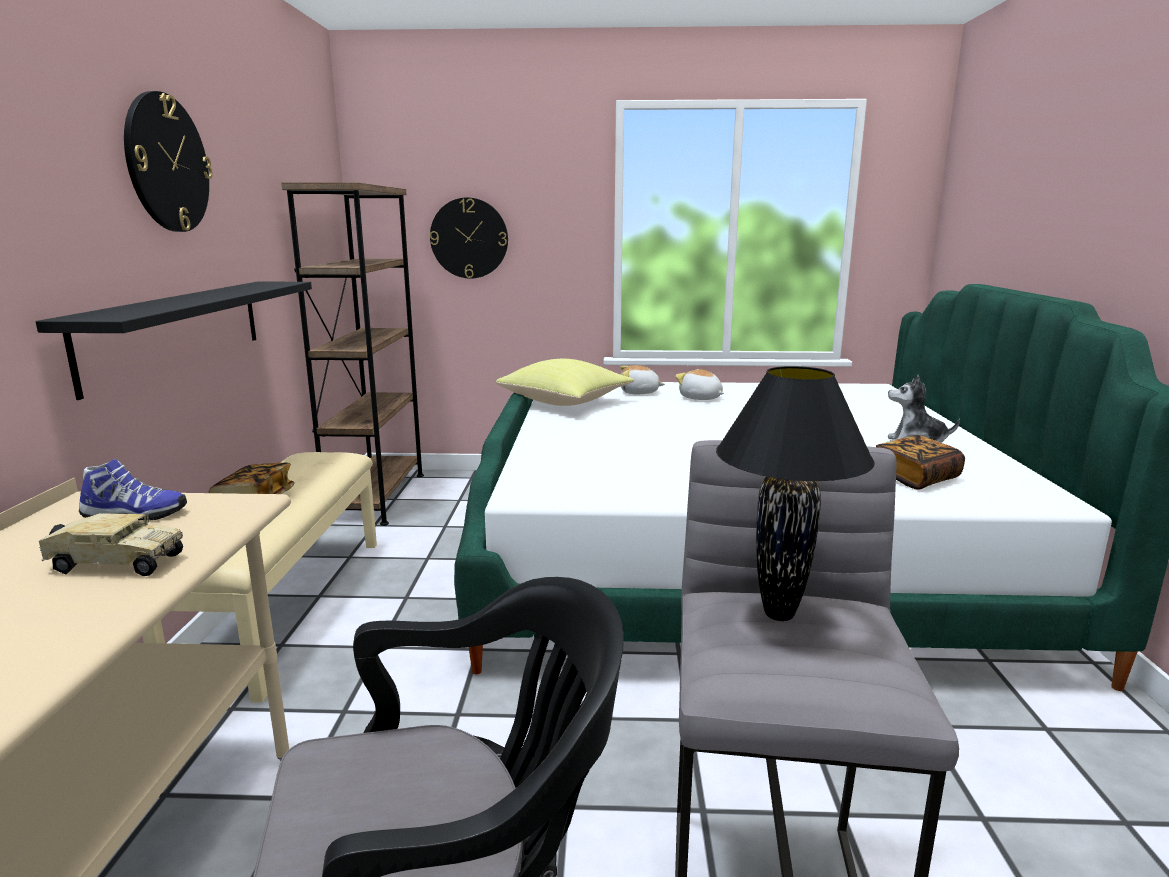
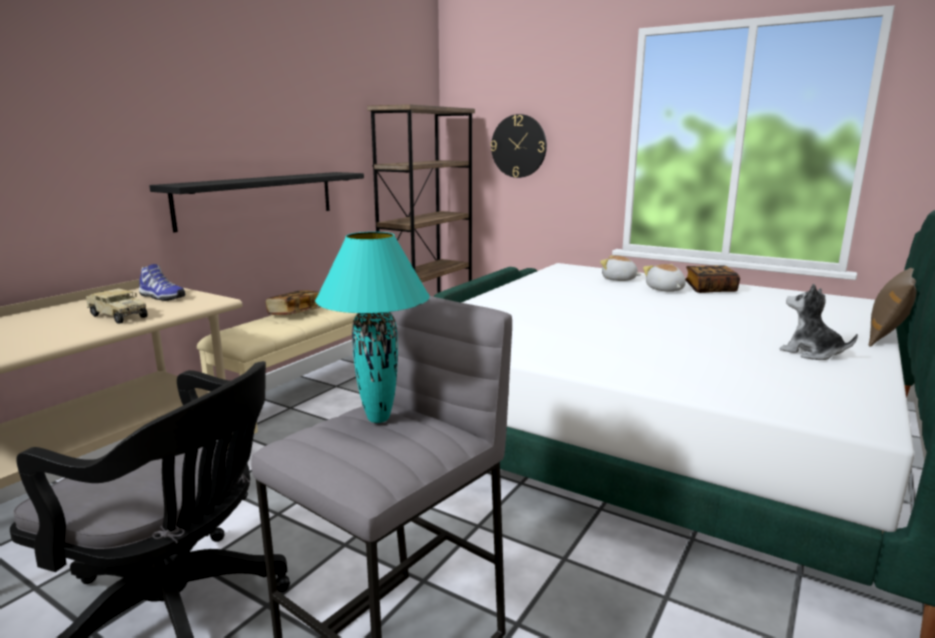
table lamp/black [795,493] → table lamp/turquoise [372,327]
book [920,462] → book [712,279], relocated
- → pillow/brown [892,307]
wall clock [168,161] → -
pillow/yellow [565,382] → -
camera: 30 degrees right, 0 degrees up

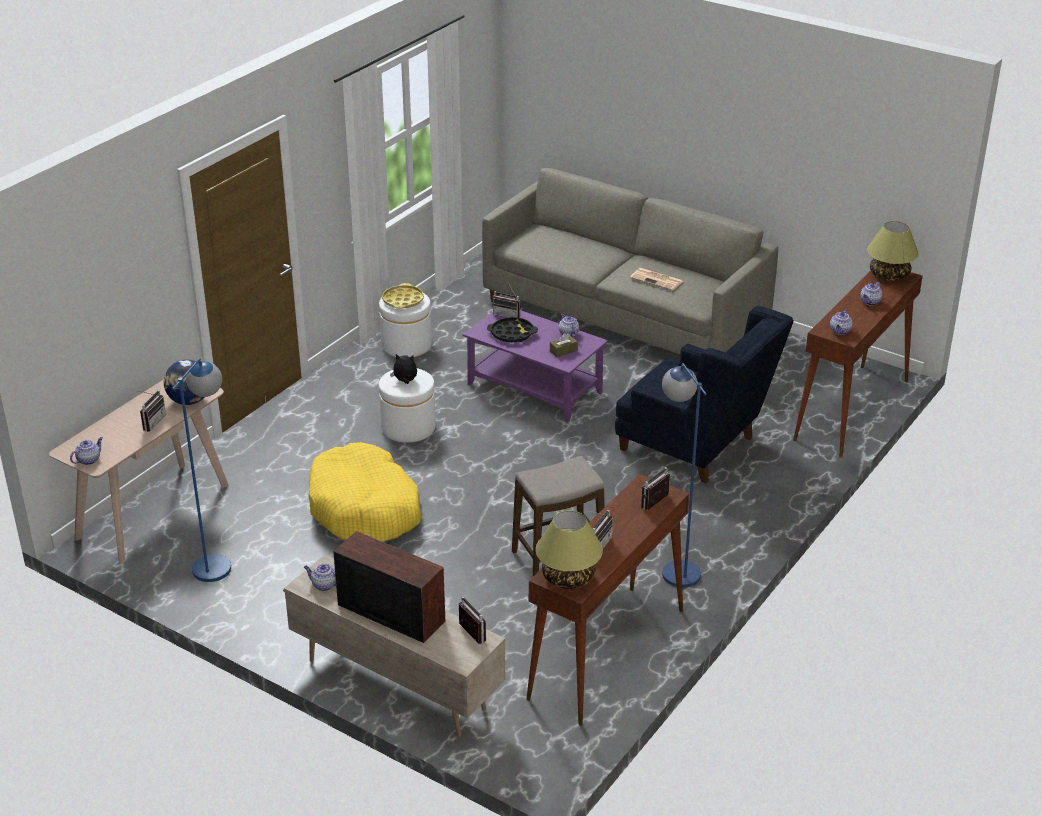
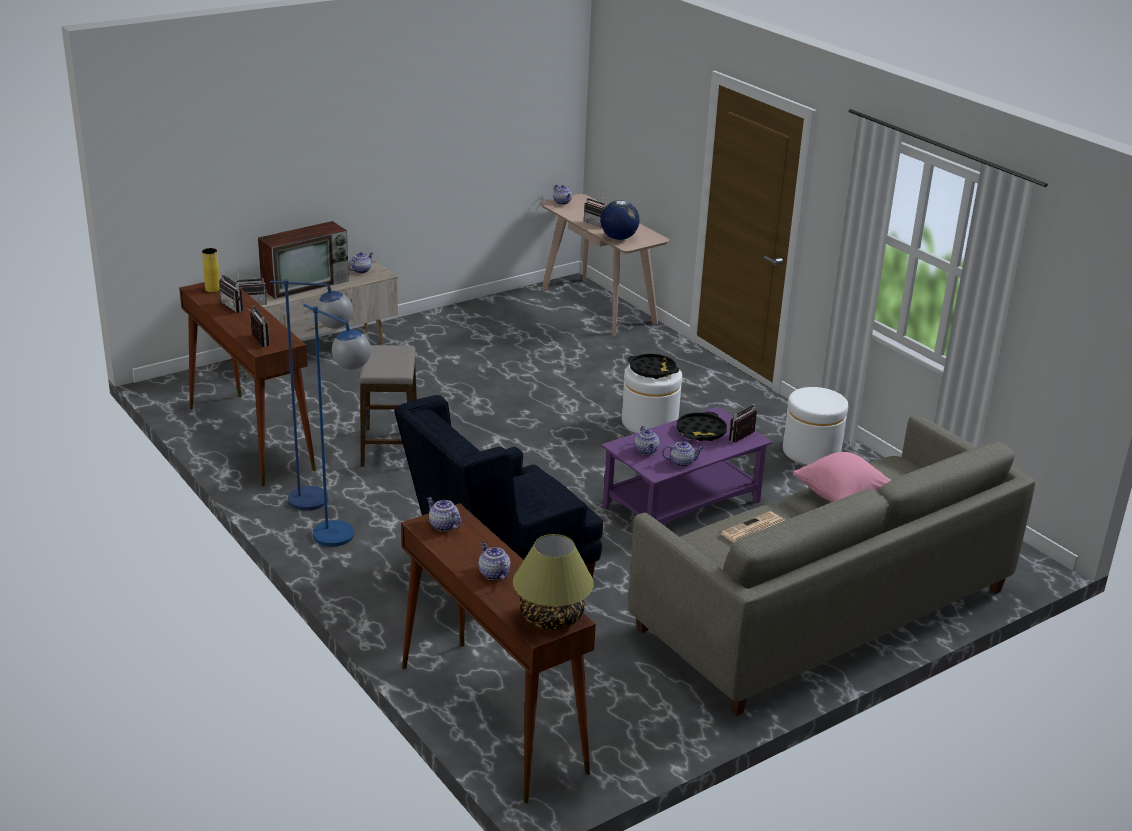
table lamp [569,550] → vase/yellow [211,270]
floor lamp/blue [201,470] → floor lamp/blue [337,425], relocated
plush toy [403,369] → tray/black [653,366]
tissue box/brown [564,345] → teapot [646,440]
- → pillow/pink [842,477]
dog bed/yellow [365,492] → -
tray/yellow [403,295] → -
camera: 110 degrees right, 5 degrees down

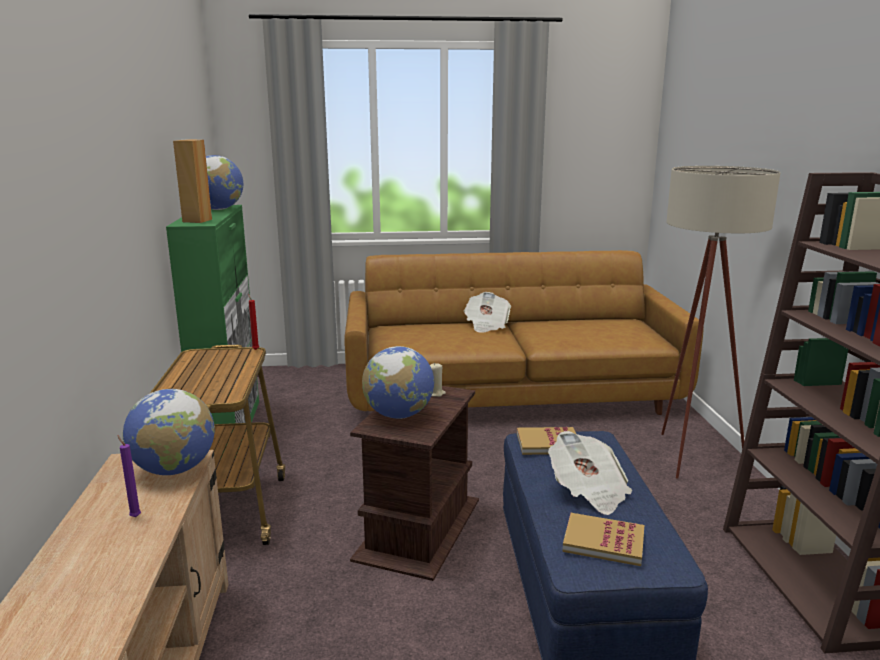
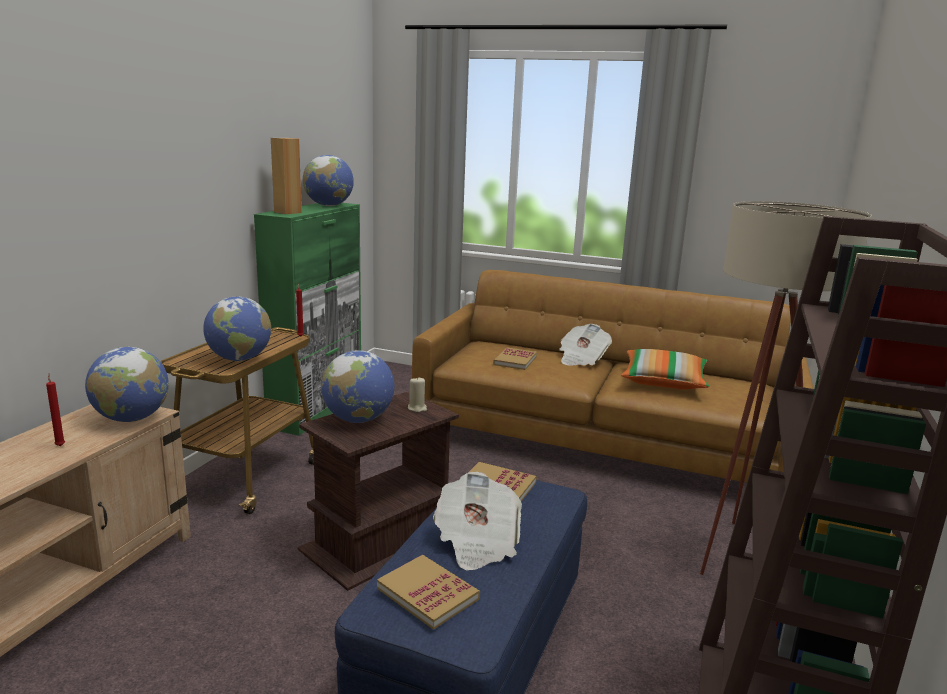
candle/purple [129,476] → candle/red [55,409]
- → globe [237,328]
- → book [515,359]
- → pillow [665,369]
camera: 25 degrees right, 0 degrees up

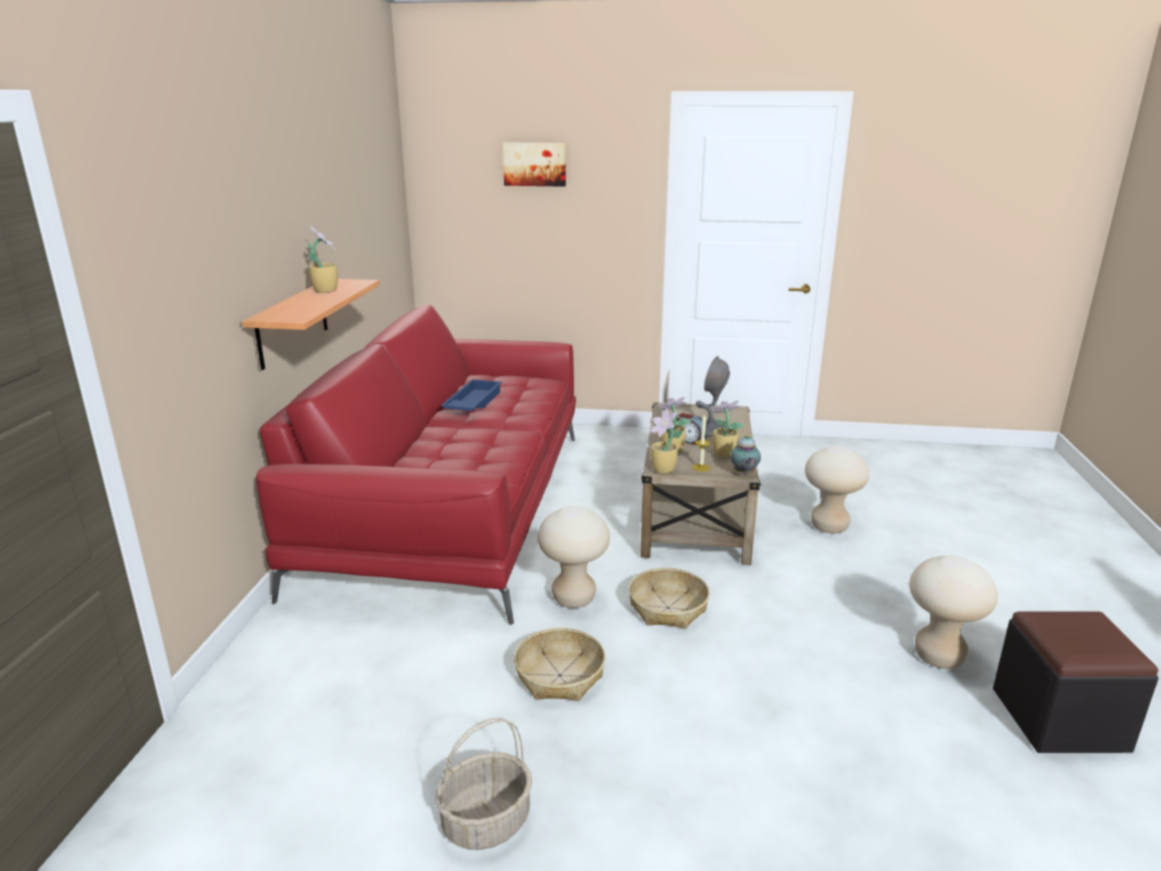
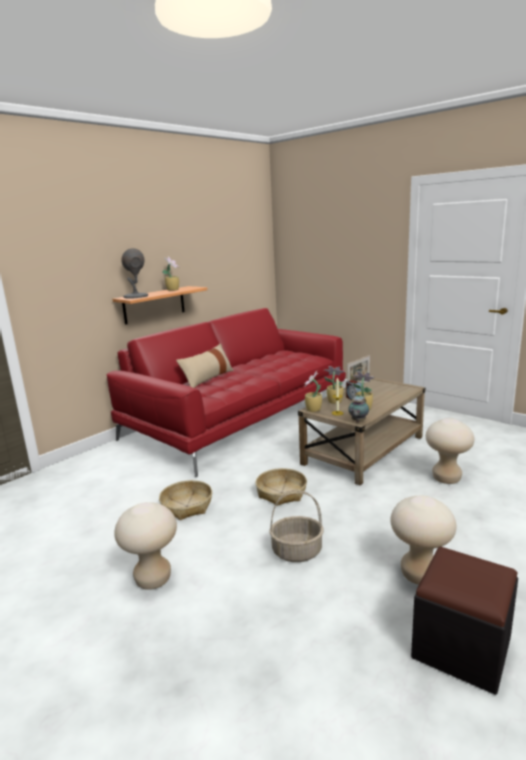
stool/beige [574,557] → stool/beige [145,546], relocated
table lamp/grey [713,396] → table lamp/grey [134,273], relocated
- → pillow/beige [205,366]
basket [484,784] → basket [296,526], relocated
tray/blue [471,395] → -
picture [534,164] → -
camera: 35 degrees right, 5 degrees down

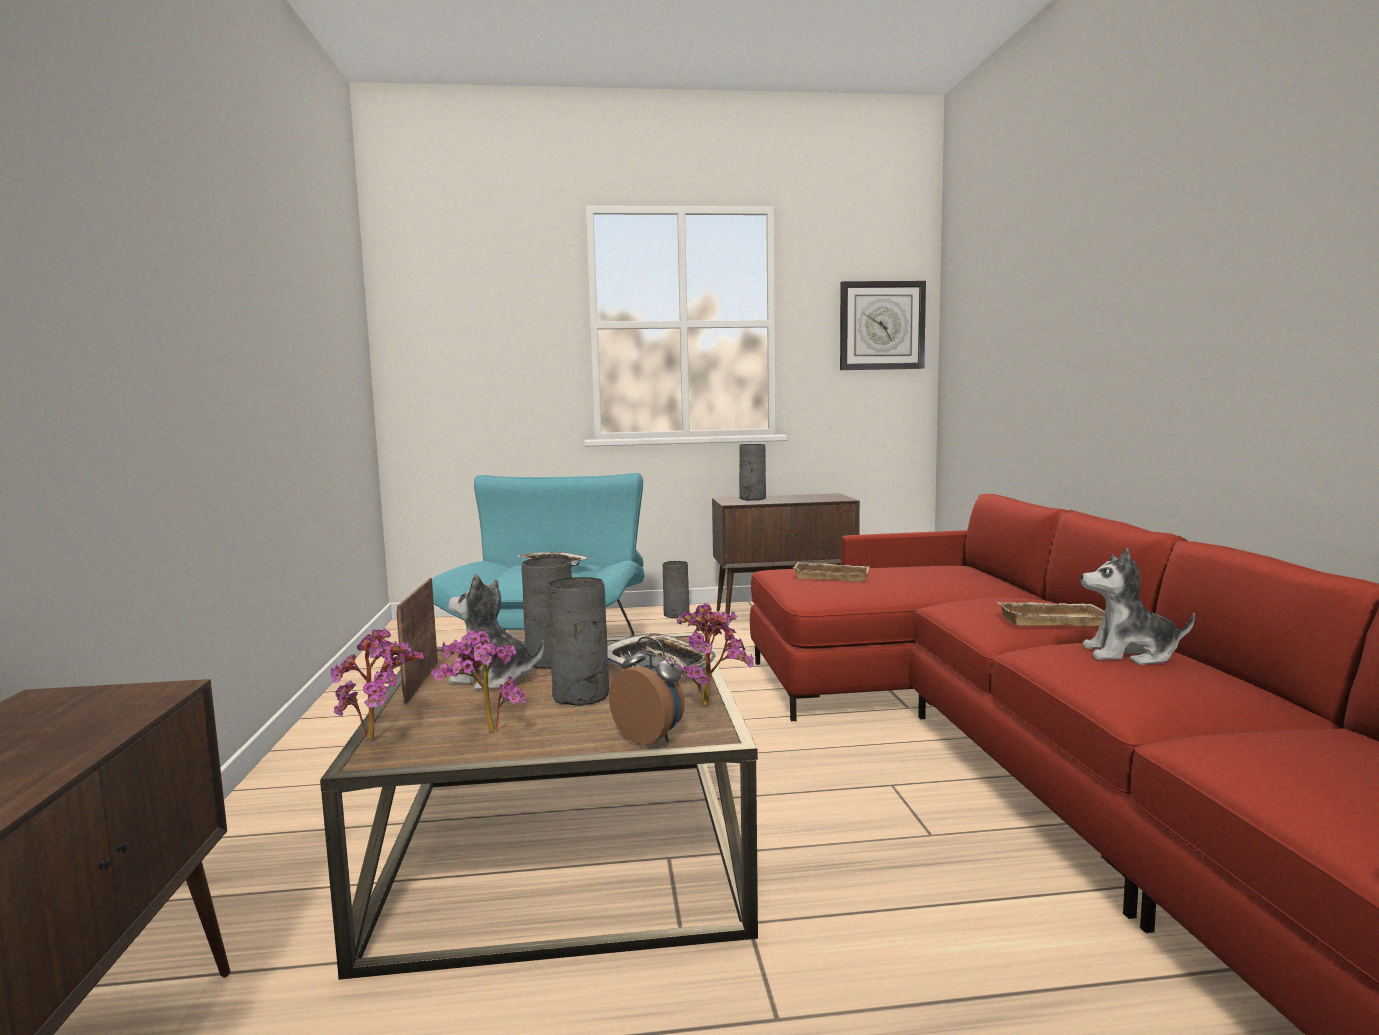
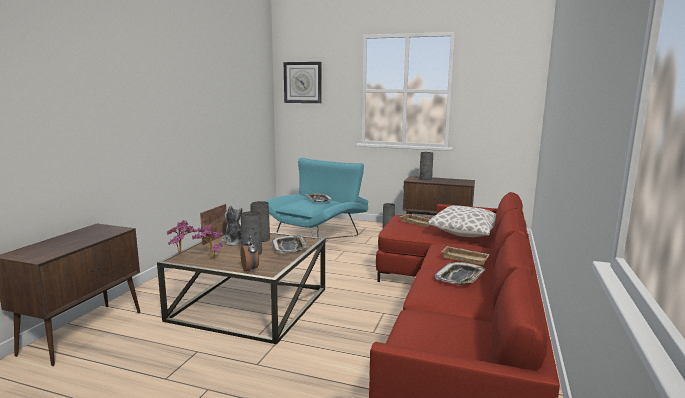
wall clock [883,325] → wall clock [303,82], relocated
- → pillow [462,221]
plush toy [1138,606] → tray [460,273]
potted plant [711,654] → -
camera: 25 degrees right, 5 degrees up

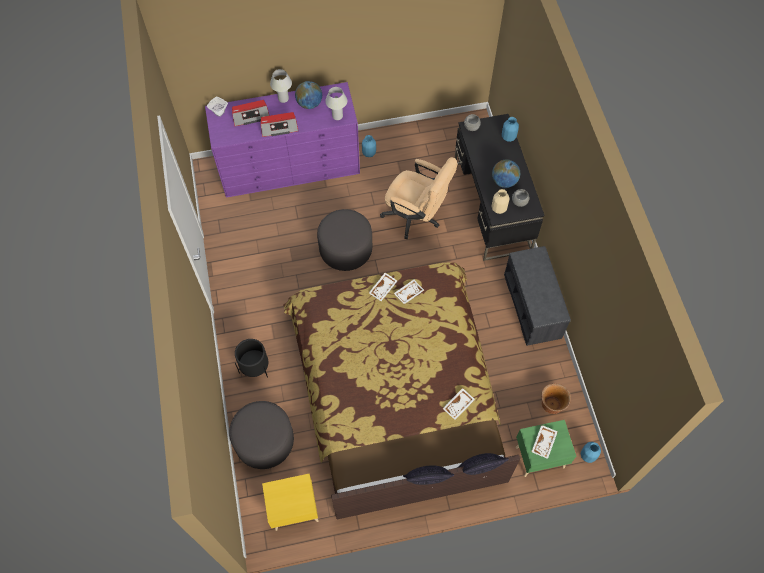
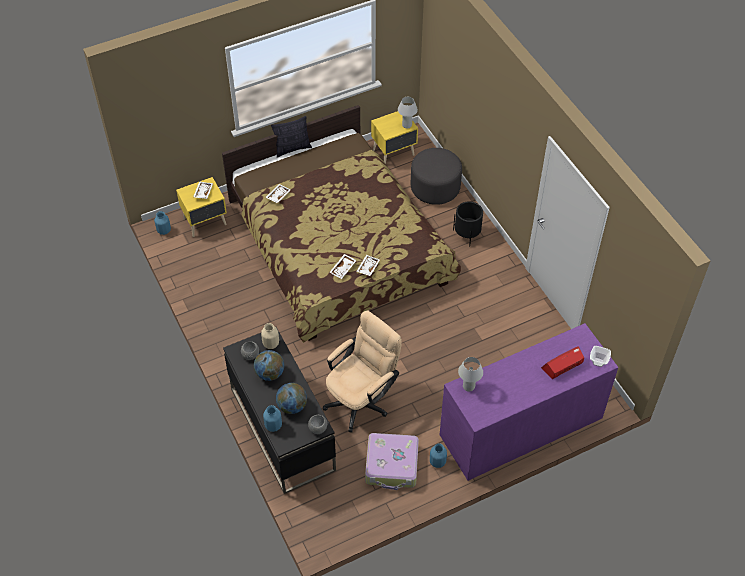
nightstand/green [546,448] → nightstand/yellow [201,207]
globe [308,95] → globe [291,398], relocated
office chair/beige [418,198] → office chair/beige [362,371], 120 degrees clockwise
- → suitcase [392,461]
table lamp/white [281,86] → table lamp/white [408,113], relocated
radio [280,124] → -
ottoman/grey [344,240] → -
pillow [483,464] → -
bench/grey [537,296] → -
planter/brown [556,398] → -
camera: 165 degrees right, 10 degrees down

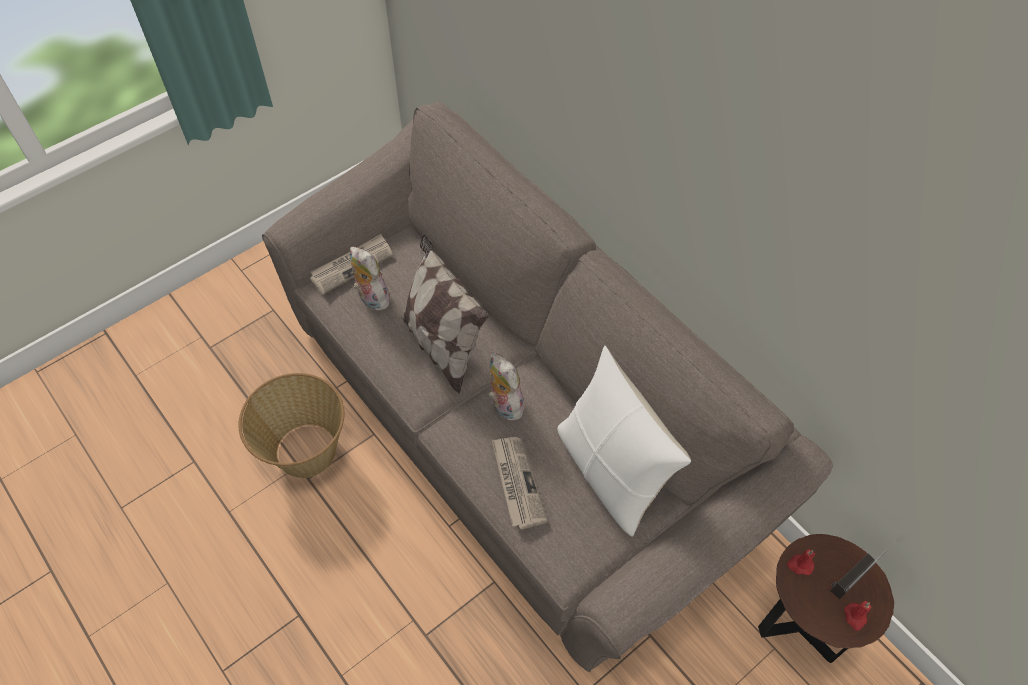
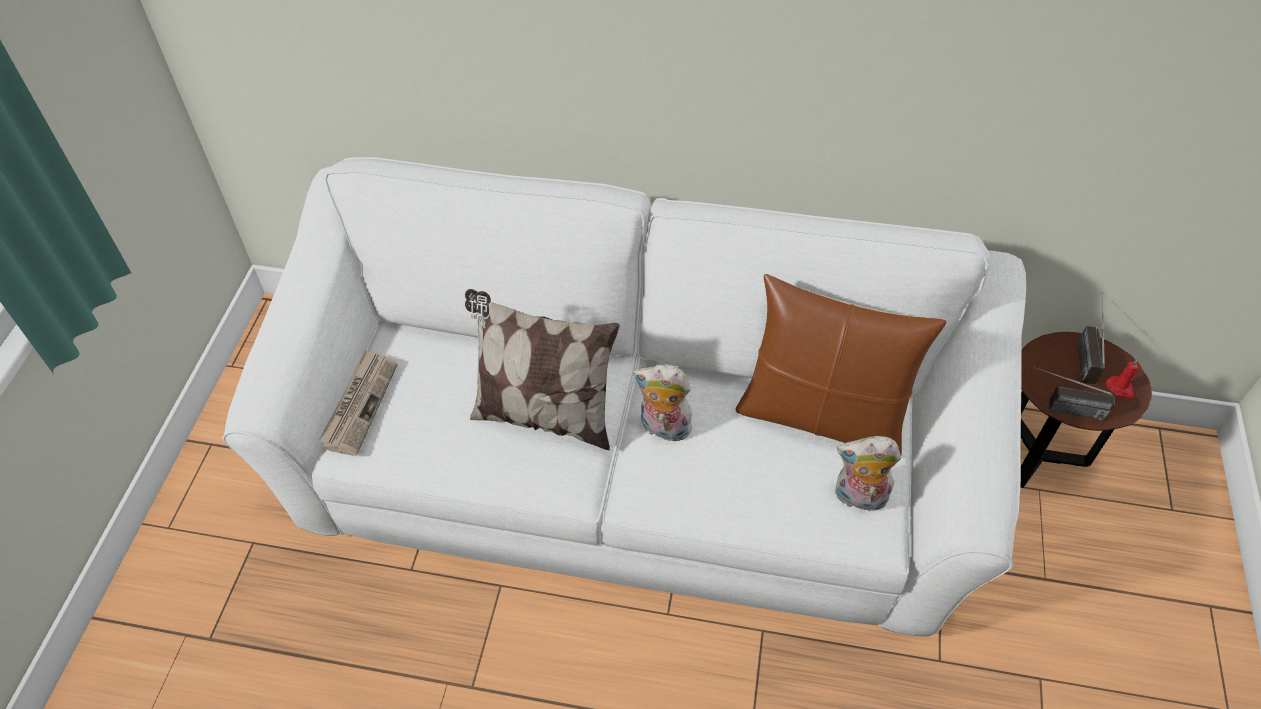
sofa/brown [547,387] → sofa/white [624,396]
pillow/white [624,441] → pillow/brown [840,364]
plush toy [370,279] → plush toy [868,474], relocated
- → radio [1074,394]
basket [291,425] → -
newspaper [520,483] → -
candle/red [801,562] → -
camera: 40 degrees left, 5 degrees down

